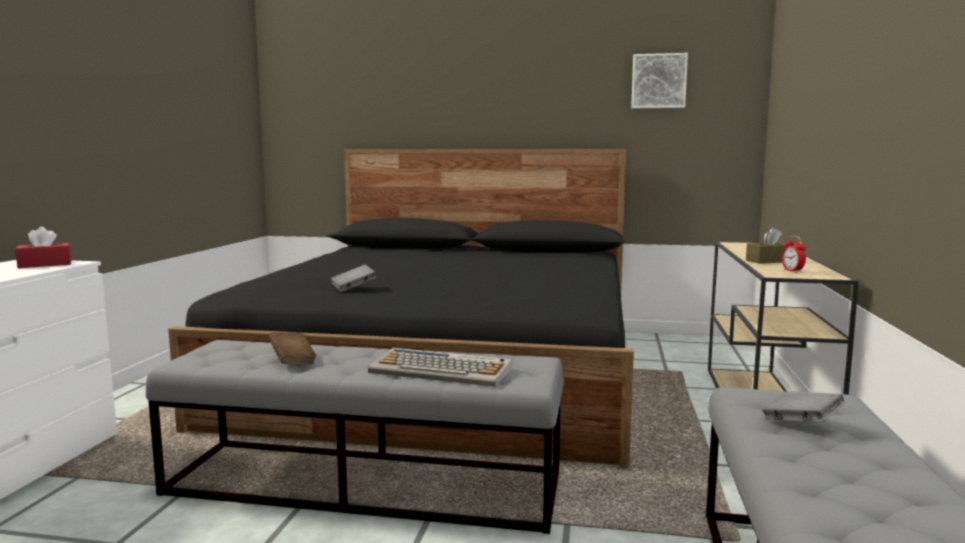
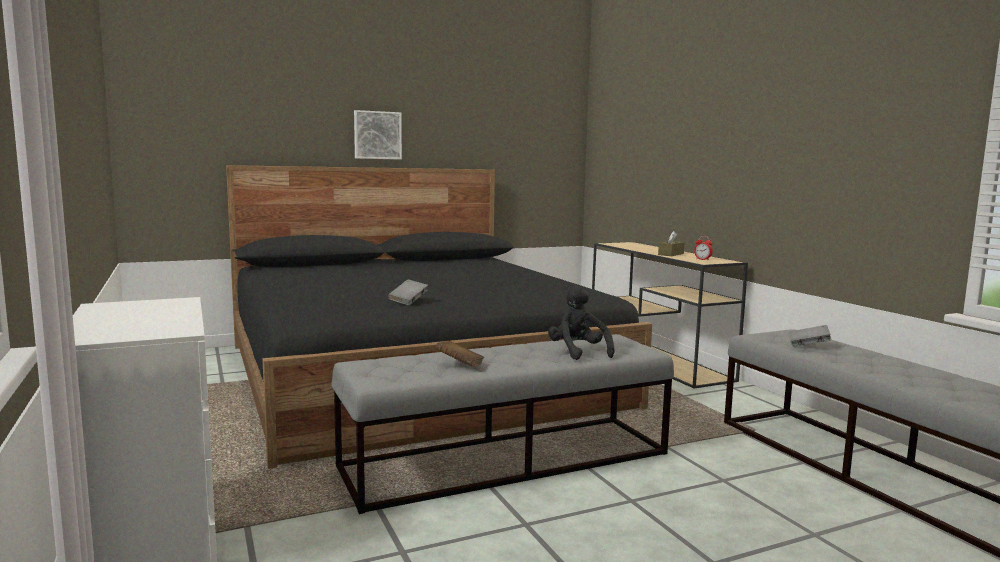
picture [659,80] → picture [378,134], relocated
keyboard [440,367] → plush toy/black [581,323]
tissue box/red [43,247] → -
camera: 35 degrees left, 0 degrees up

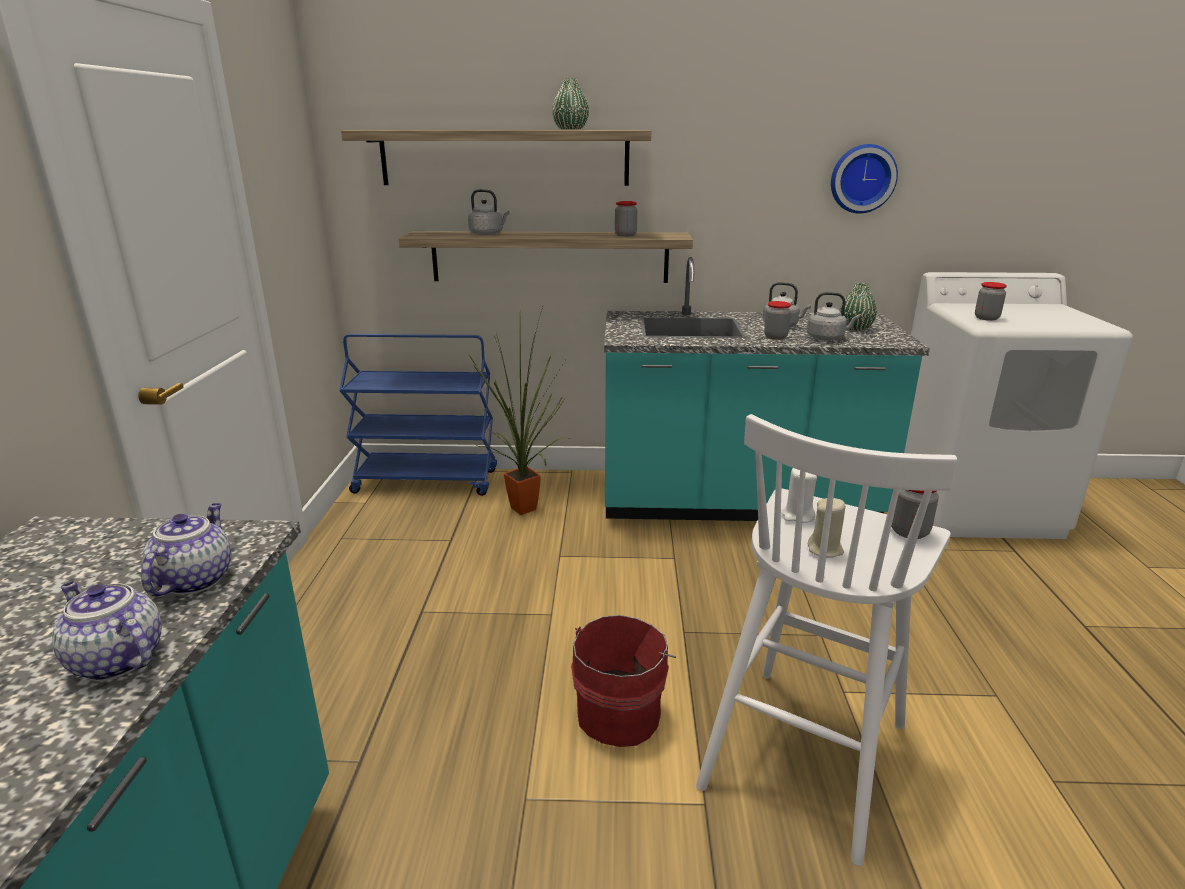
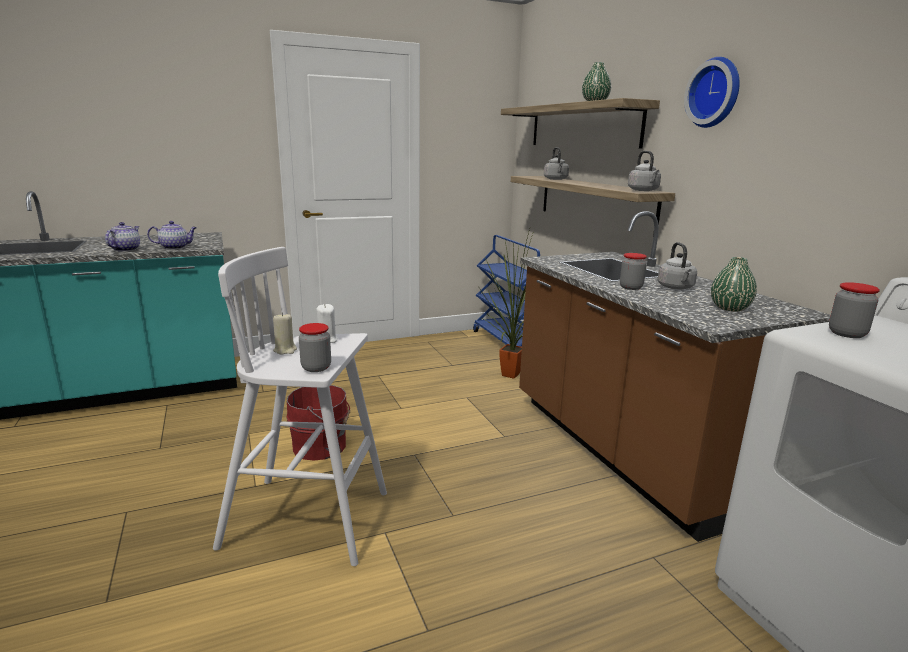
counter/turquoise [767,389] → counter/brown [675,376]
kettle/grey [833,316] → kettle/grey [644,171], relocated
wall clock [864,179] → wall clock [711,92], relocated
jar [626,219] → -
camera: 65 degrees right, 5 degrees down

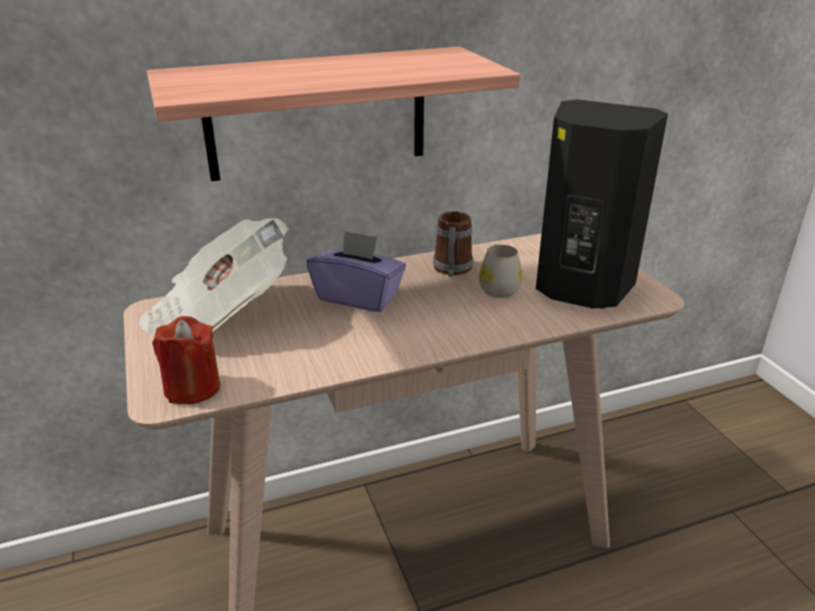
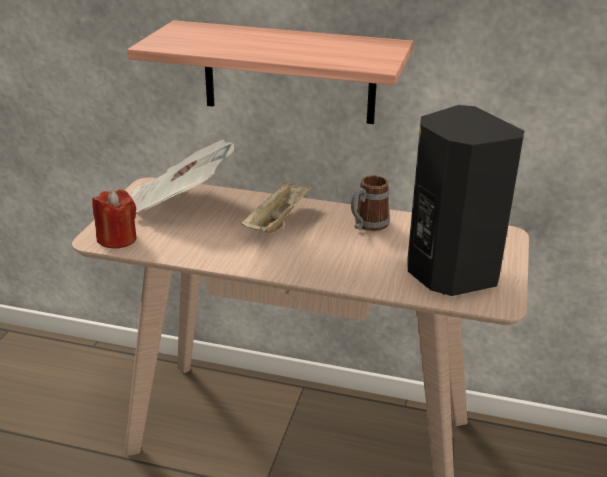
tissue box/purple [356,271] → tray/beige [277,206]
mug/white [500,271] → -
camera: 35 degrees right, 0 degrees up

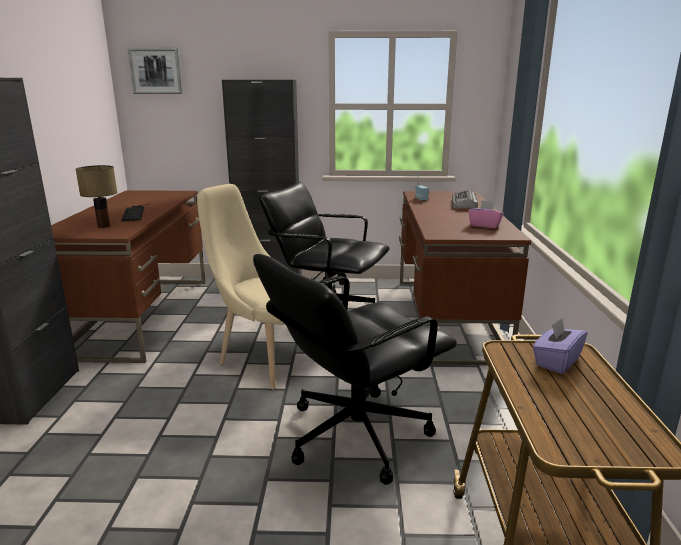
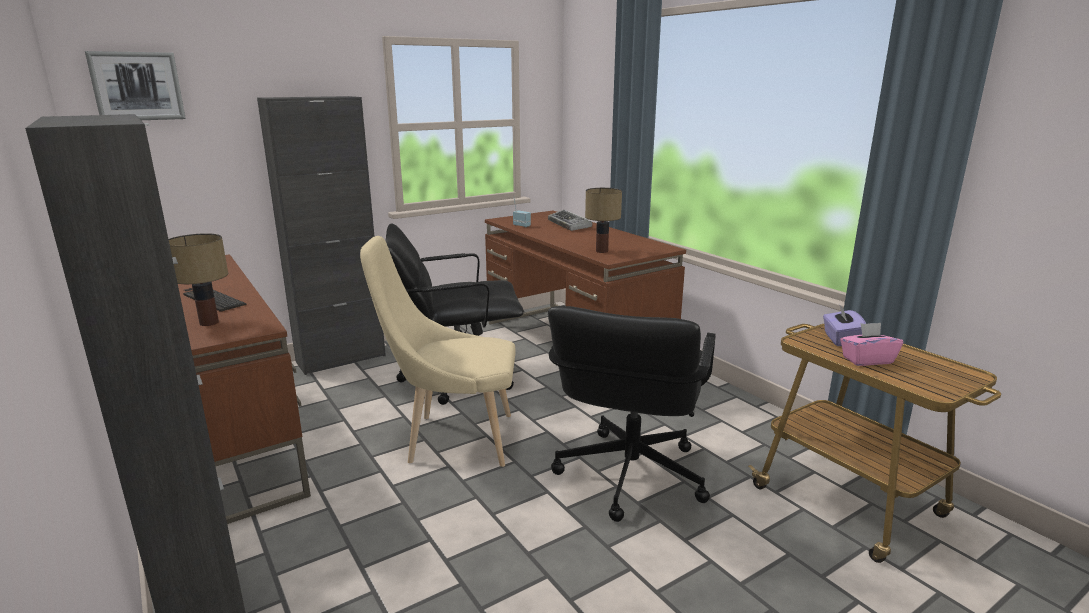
- → table lamp [603,220]
tissue box/pink [486,214] → tissue box/pink [871,344], relocated
camera: 35 degrees left, 0 degrees up

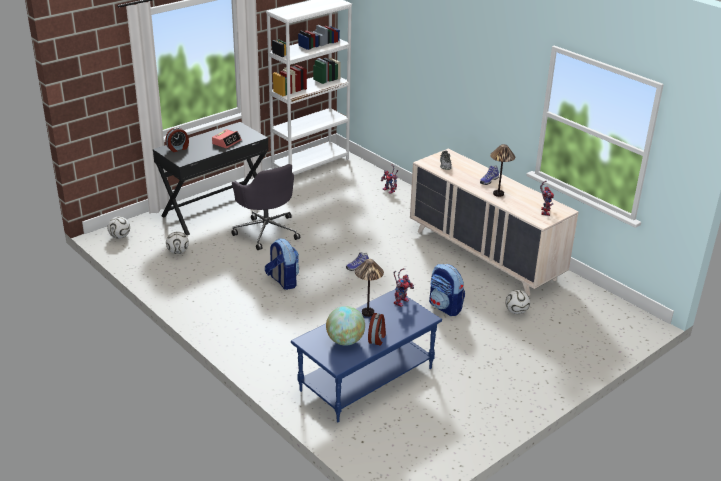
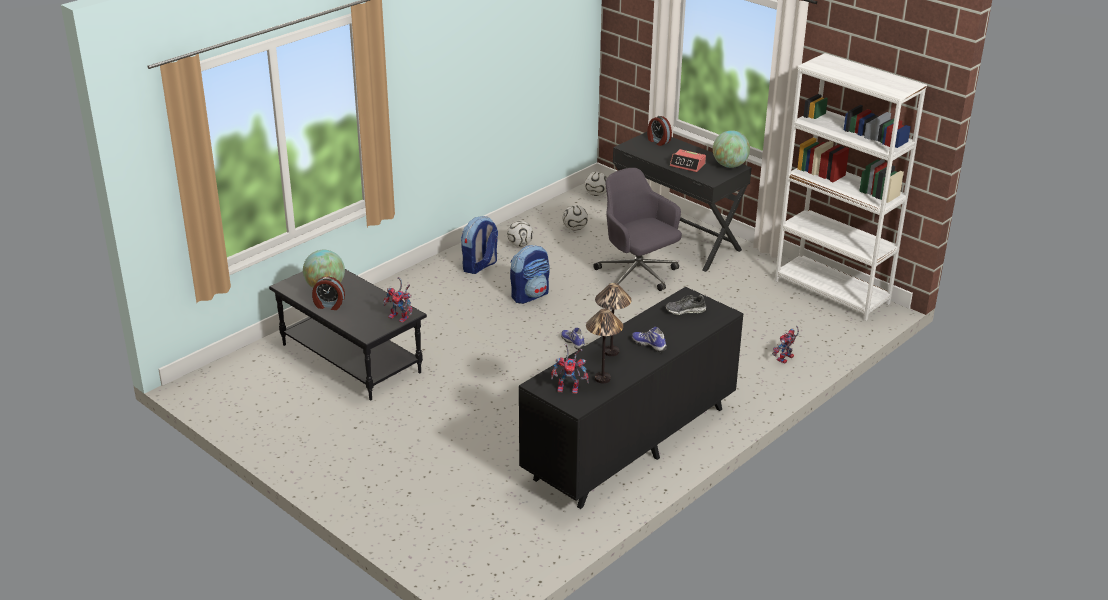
coffee table/blue [366,356] → coffee table/black [348,335]
backpack [447,290] → backpack [479,245], relocated
football [517,302] → football [520,234], relocated
dresser/beige [494,222] → dresser/black [631,398]
table lamp [369,288] → table lamp [604,345], relocated
office chair/grey [265,207] → office chair/grey [637,229], 90 degrees clockwise
- → globe [731,149]
camera: 85 degrees right, 0 degrees up

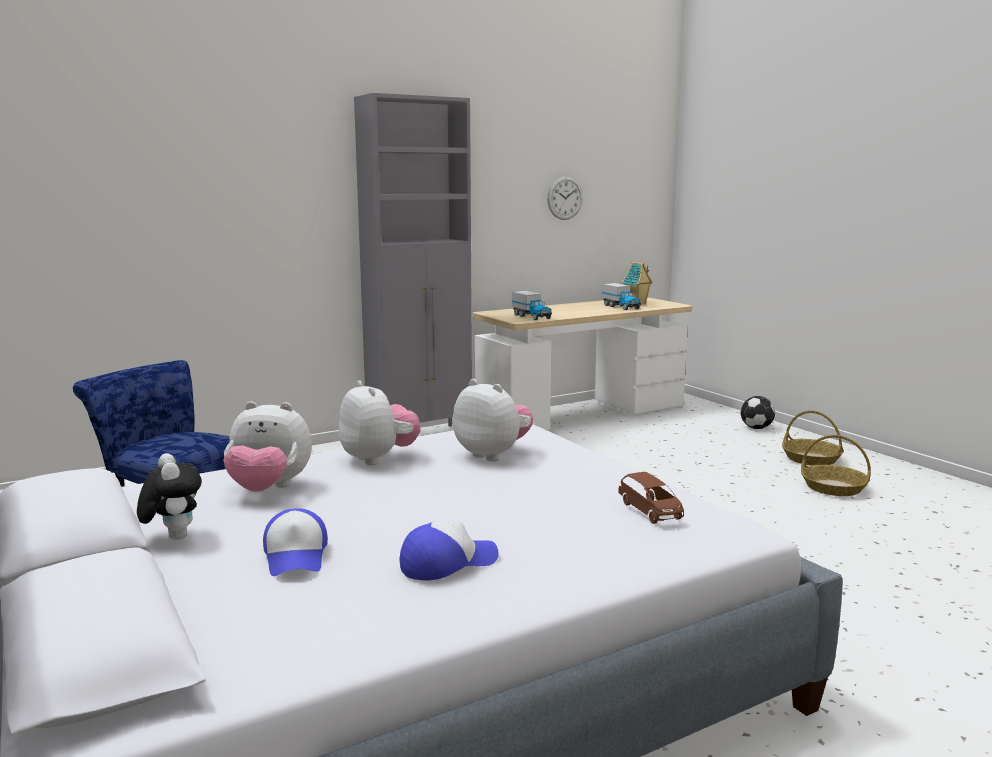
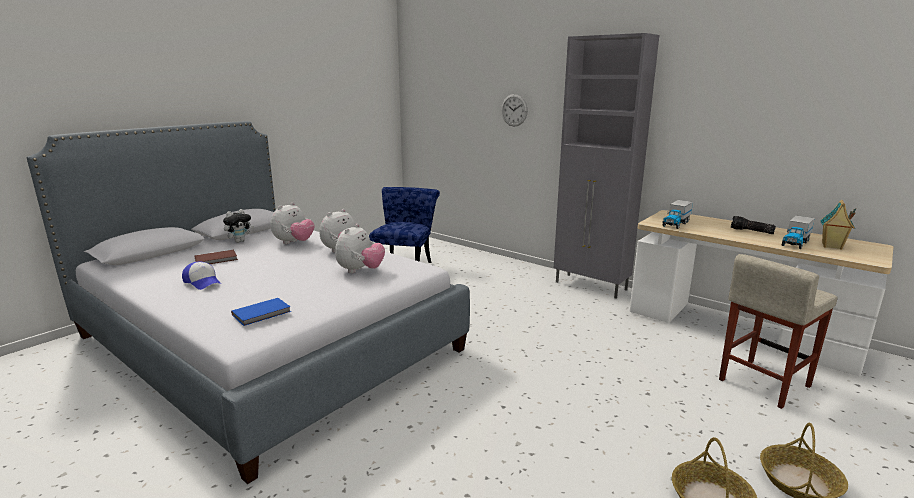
cap [295,542] → book/brown [216,257]
toy car/brown [651,498] → book/blue [261,312]
plush toy [268,446] → plush toy [293,223], 135 degrees counterclockwise
wall clock [565,198] → wall clock [514,110], relocated
- → stool/beige [778,331]
- → flashlight [753,225]
football [758,412] → -
camera: 70 degrees right, 5 degrees up

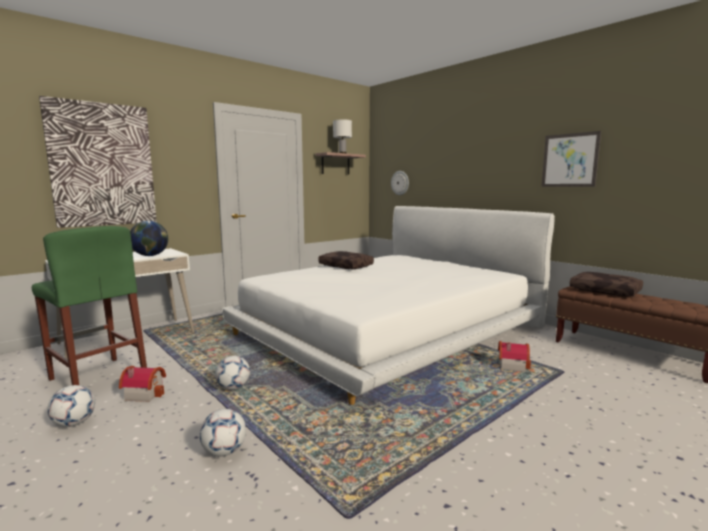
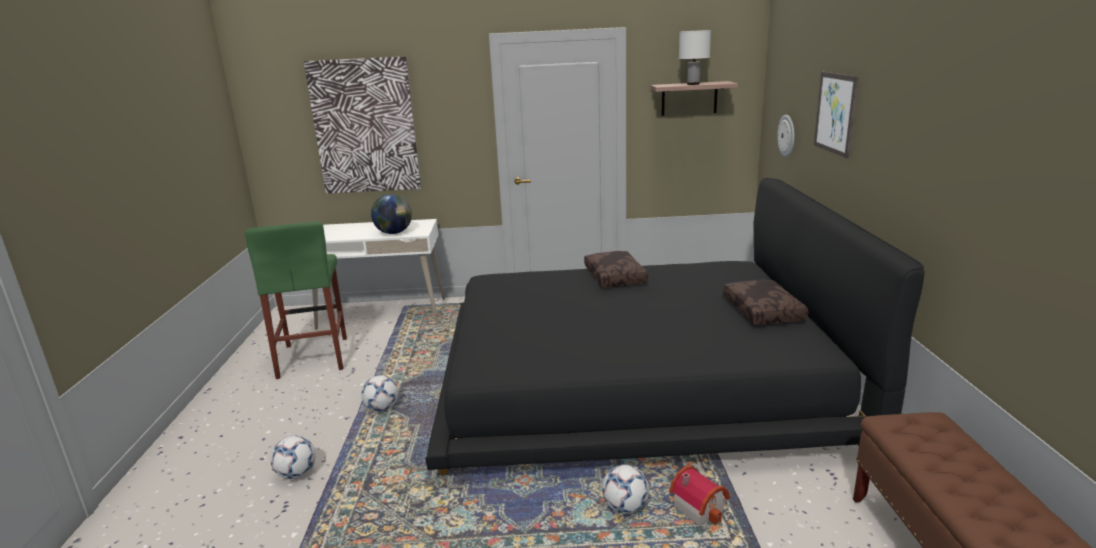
bed/white [388,305] → bed/black [674,327]
football [71,406] → football [625,489], relocated
pillow/brown [606,284] → pillow/brown [765,302], relocated
picture [571,159] → picture [836,115], relocated
toy house [142,384] → -
camera: 40 degrees right, 10 degrees up

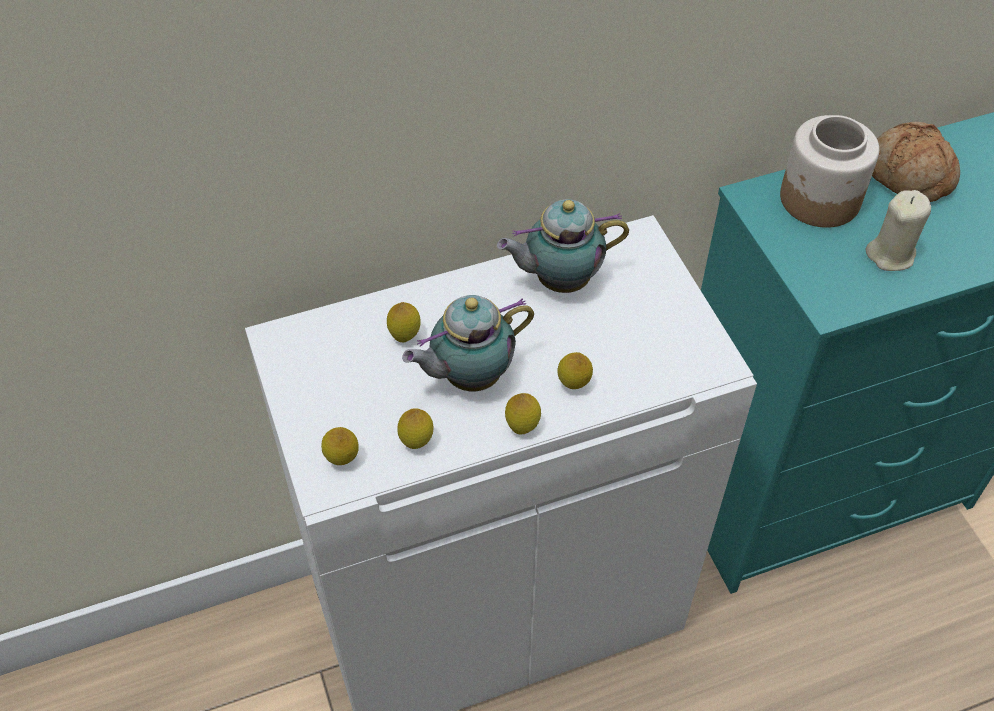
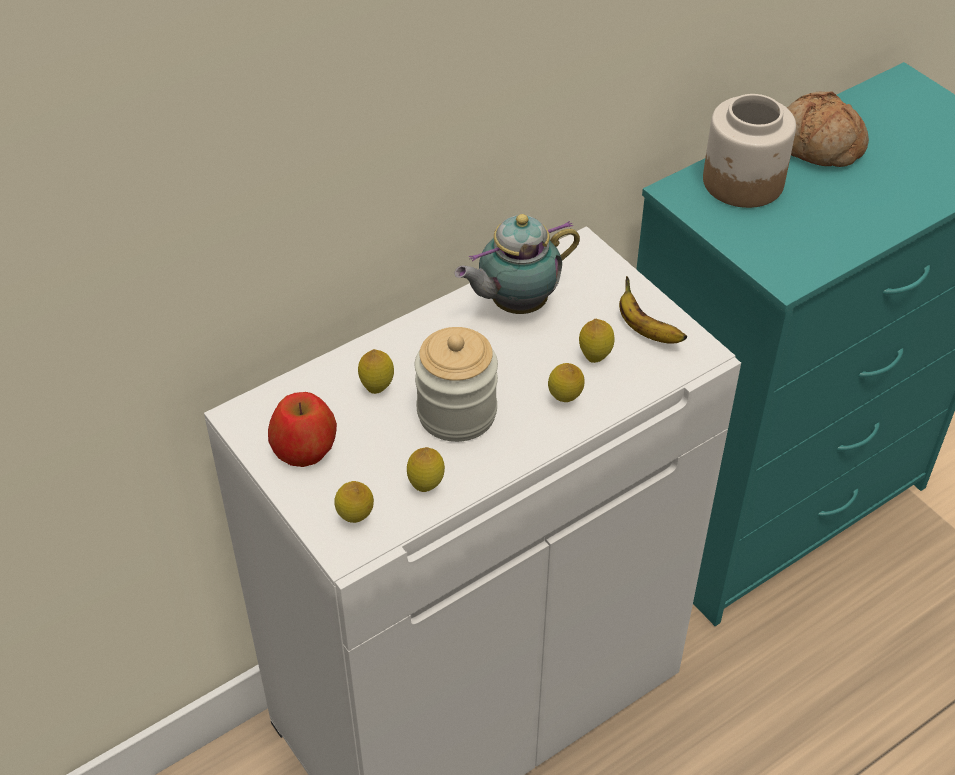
- → apple [302,429]
teapot [468,343] → jar [456,384]
lemon [523,413] → lemon [596,341], relocated
- → banana [653,310]
candle/beige [898,230] → -
camera: 15 degrees left, 5 degrees down

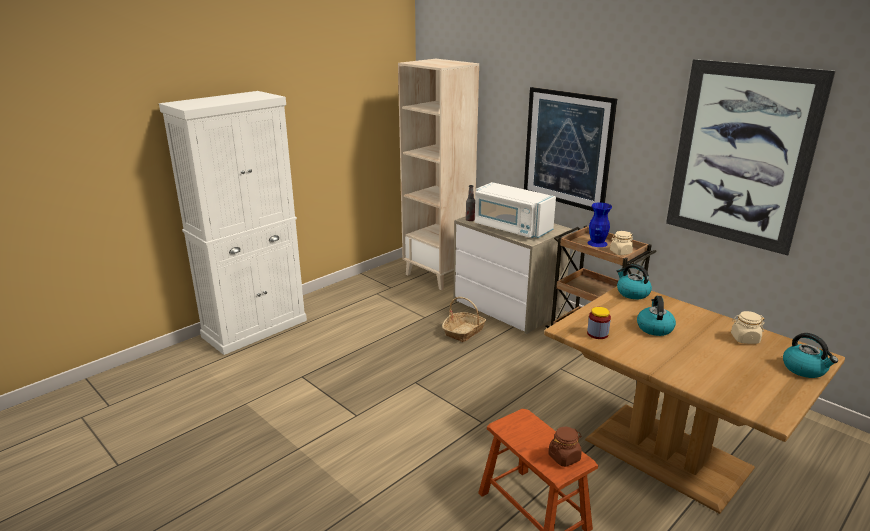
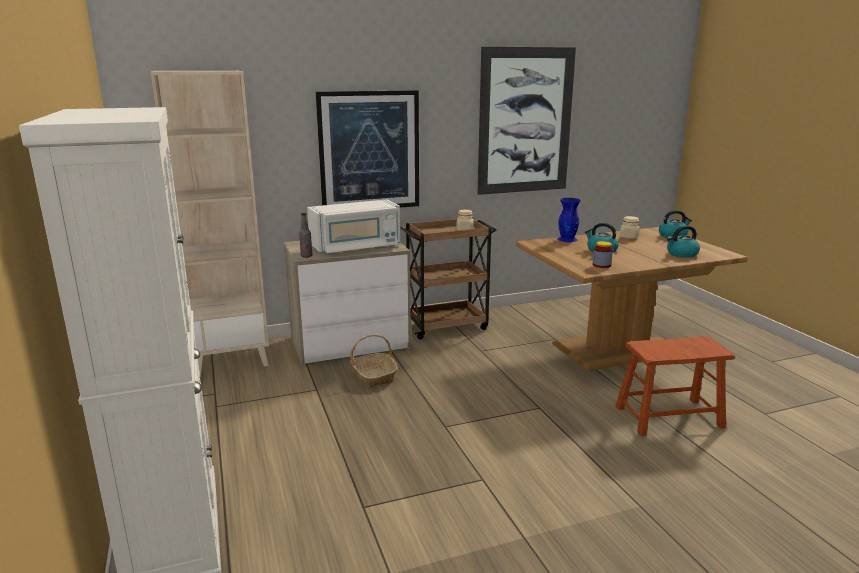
vase/blue [599,224] → vase/blue [569,220], relocated
kettle [634,281] → kettle [683,241], relocated
jar/brown [565,447] → -
camera: 65 degrees left, 5 degrees down

